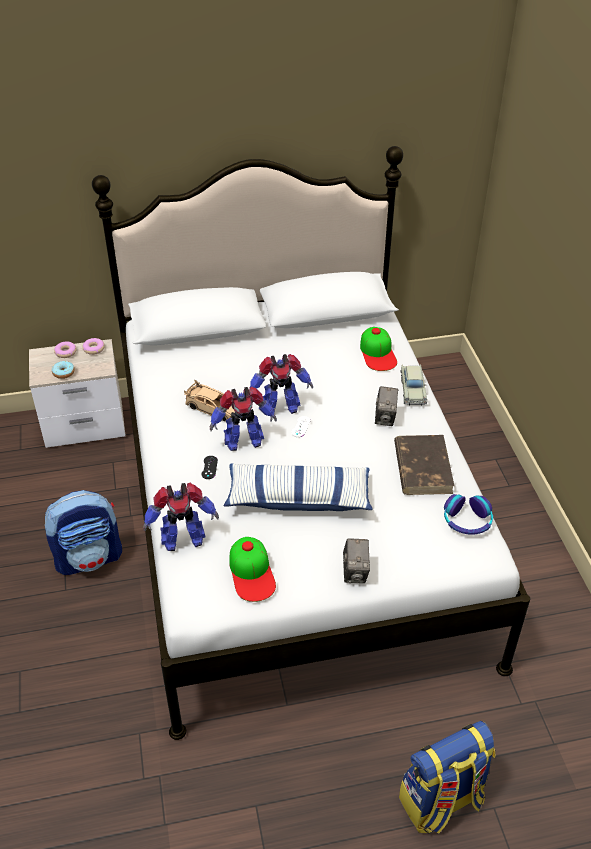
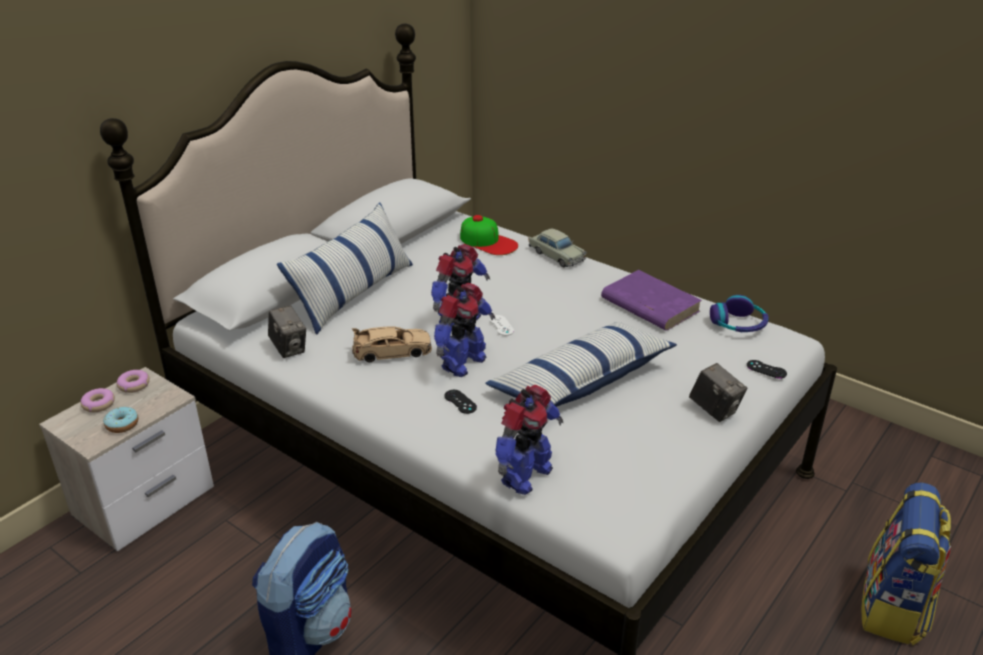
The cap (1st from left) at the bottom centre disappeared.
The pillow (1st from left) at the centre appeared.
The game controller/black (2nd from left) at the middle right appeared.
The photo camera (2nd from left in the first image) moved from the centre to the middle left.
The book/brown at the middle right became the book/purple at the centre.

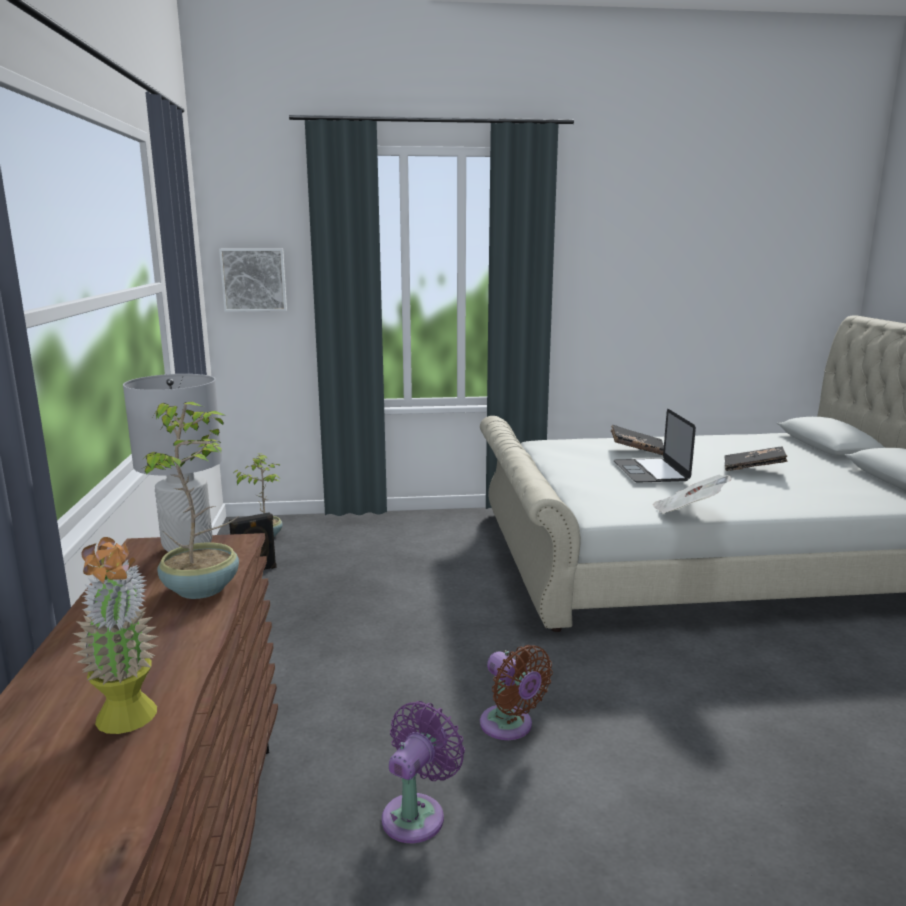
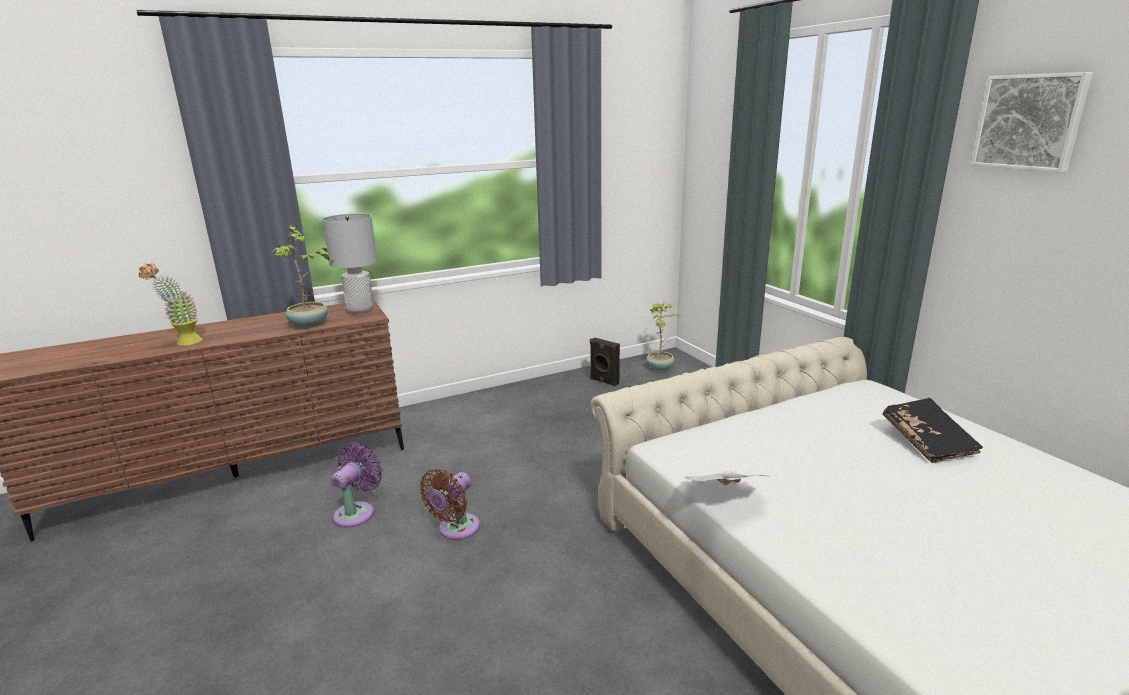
The laptop at the middle right disappeared.
The book/black (2nd from left) at the middle right disappeared.
The picture moved from the top left to the top right.
The fan/purple at the bottom centre turned 75 degrees counterclockwise.

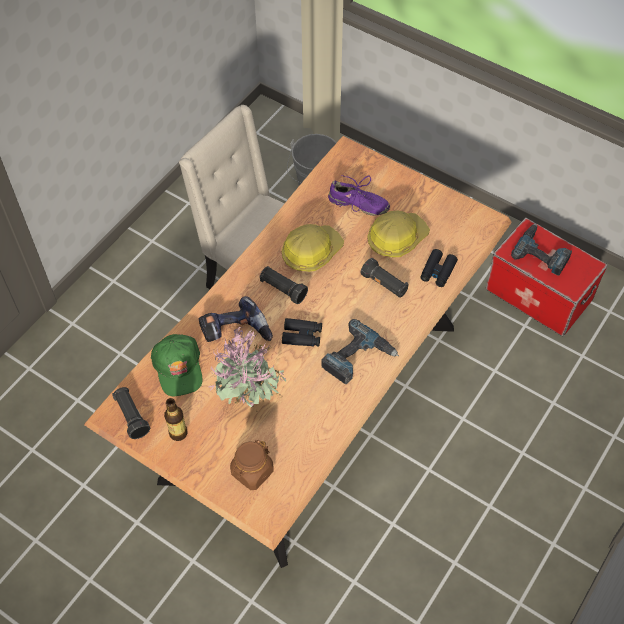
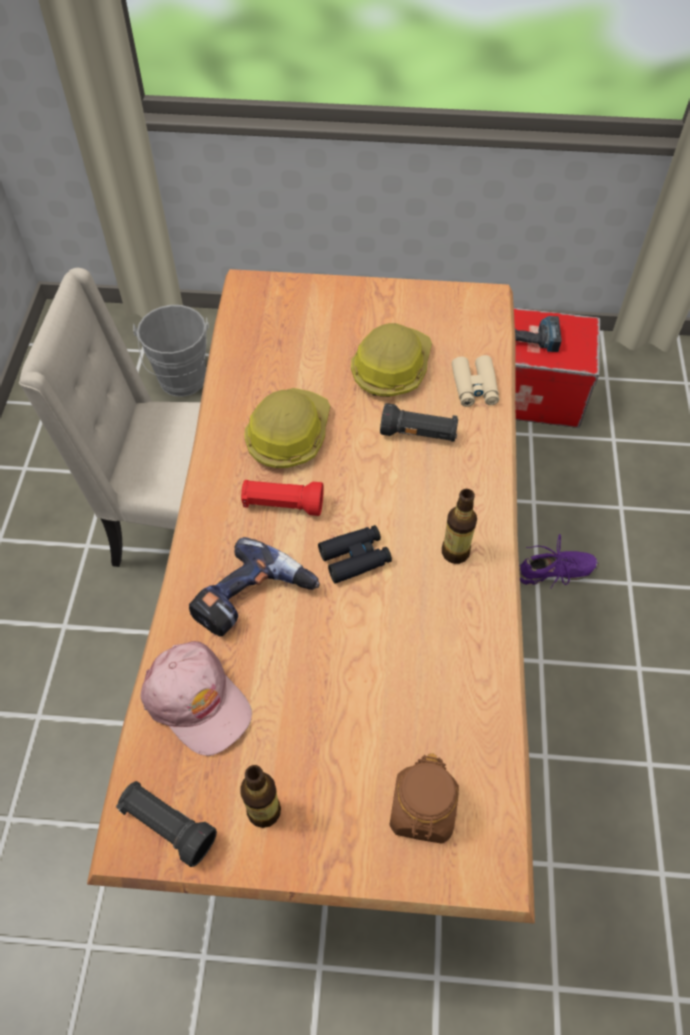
The potted plant at the centre disappeared.
The shoe/purple moved from the top centre to the middle right.
The power drill (2nd from left) at the centre was replaced by the bottle (2nd from left) at the centre.
The cap/green at the middle left became the cap/pink at the bottom left.
The flashlight/black (2nd from left) at the centre became the flashlight/red at the centre.
The binoculars/black (2nd from left) at the middle right became the binoculars/beige at the middle right.

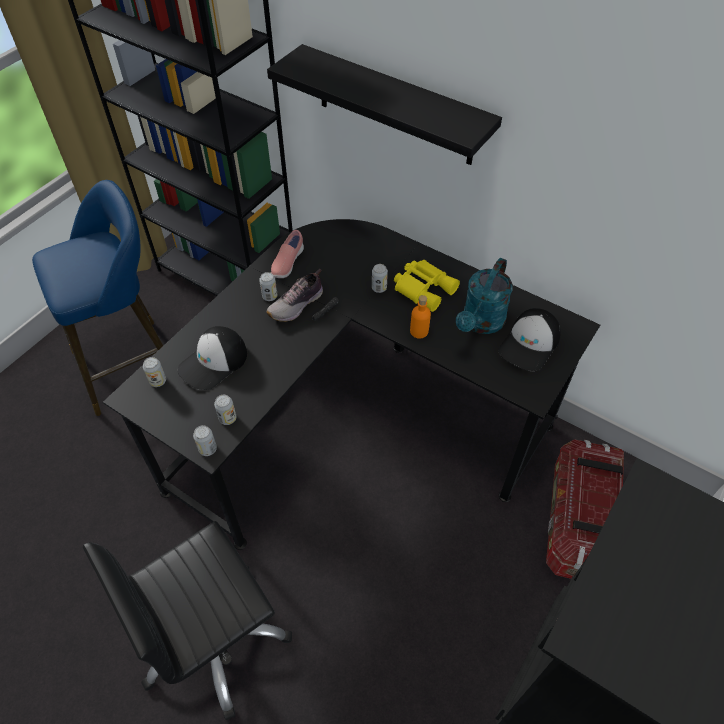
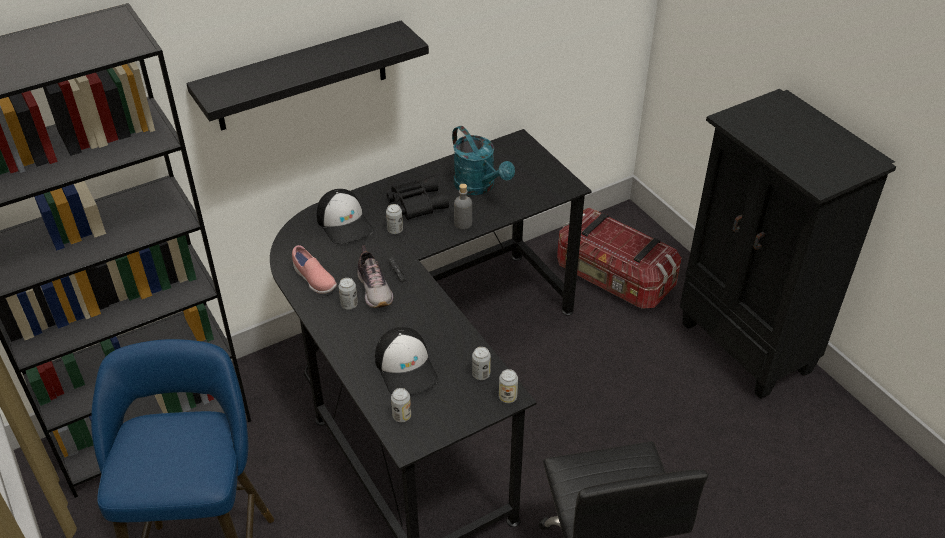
The cap (2nd from left in the first image) moved from the middle right to the centre.
The binoculars/yellow at the centre became the binoculars/black at the centre.
The bottle/orange at the centre became the bottle/grey at the centre.

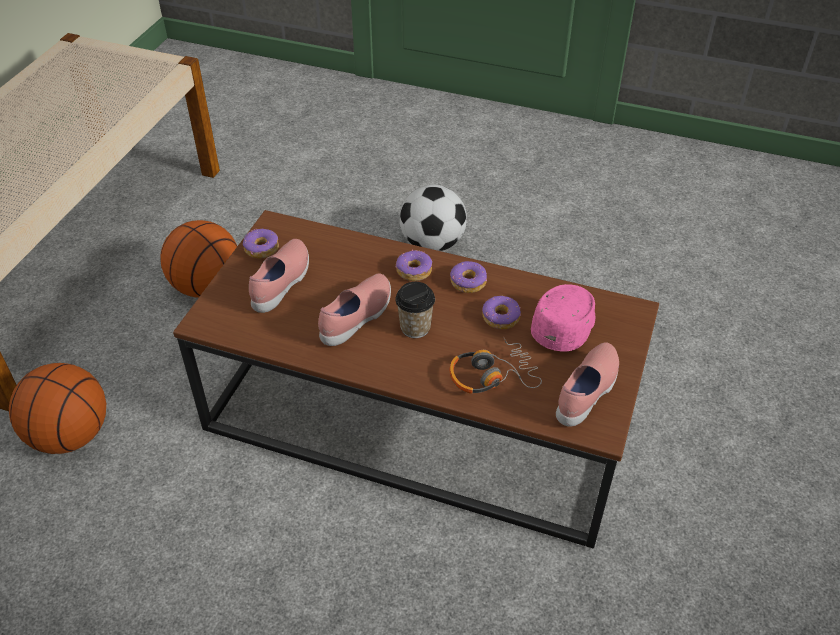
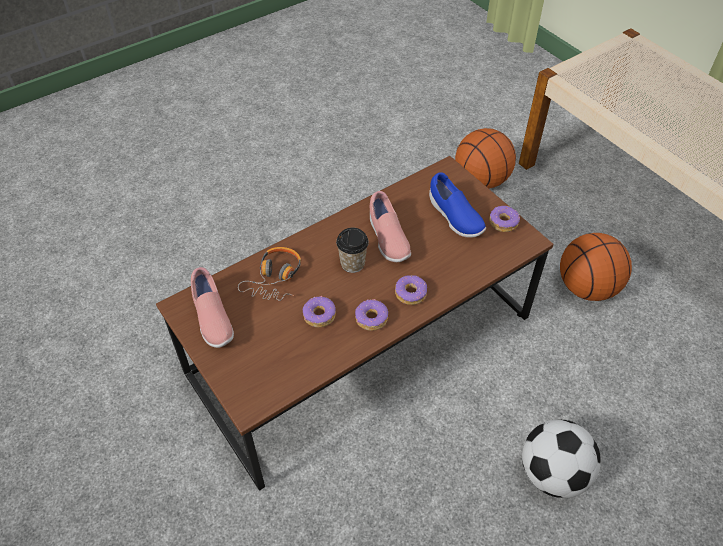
The cap/pink at the middle right disappeared.
The shoe/pink (1st from left) at the middle left became the shoe/blue at the centre.

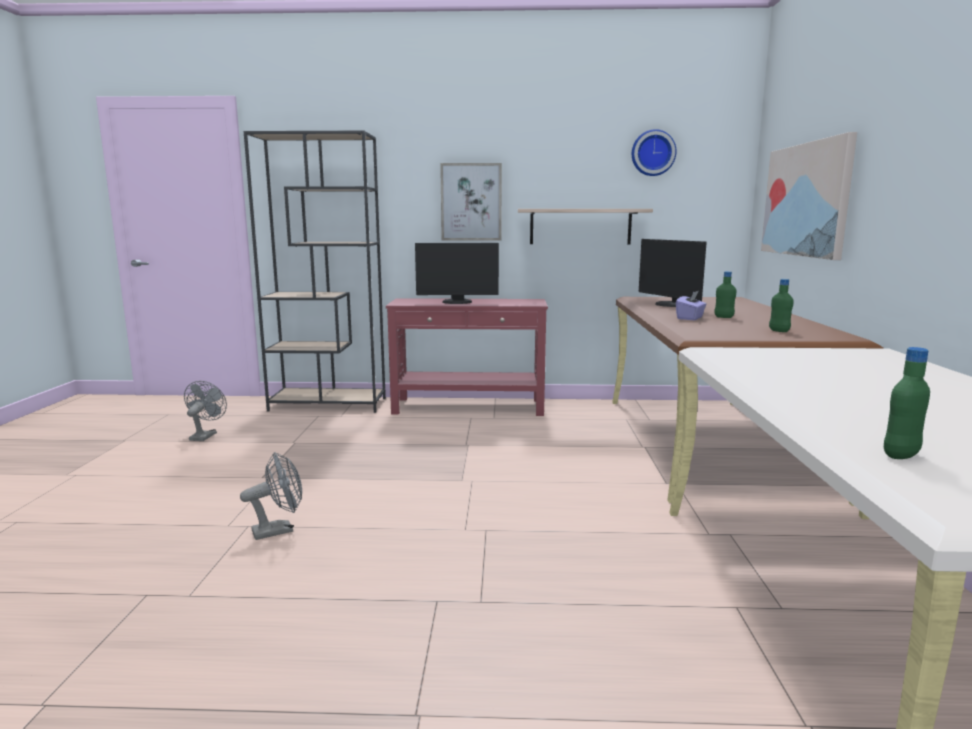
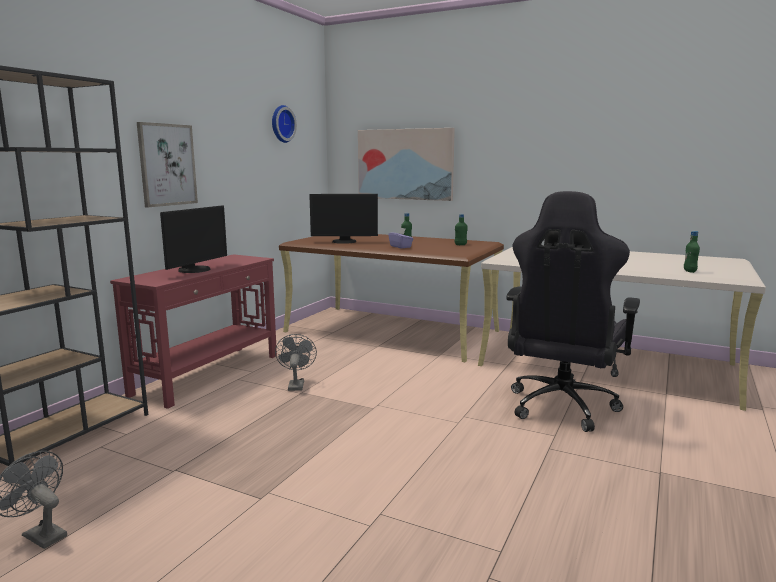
The shelf at the top centre disappeared.
The office chair/black at the middle right appeared.
The fan/grey (2nd from left) moved from the bottom left to the centre.

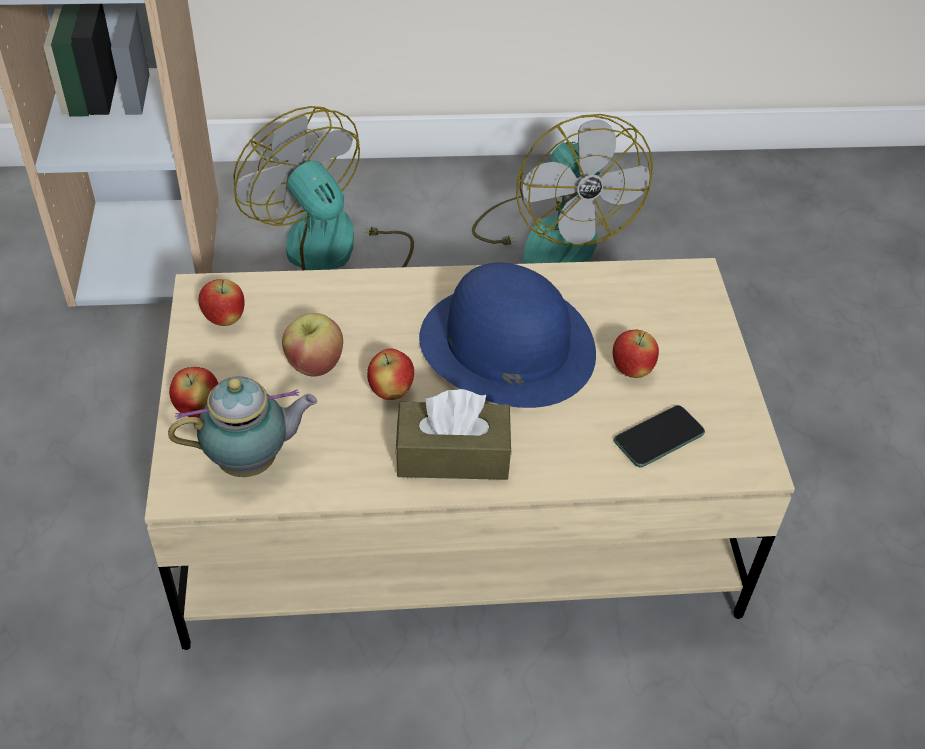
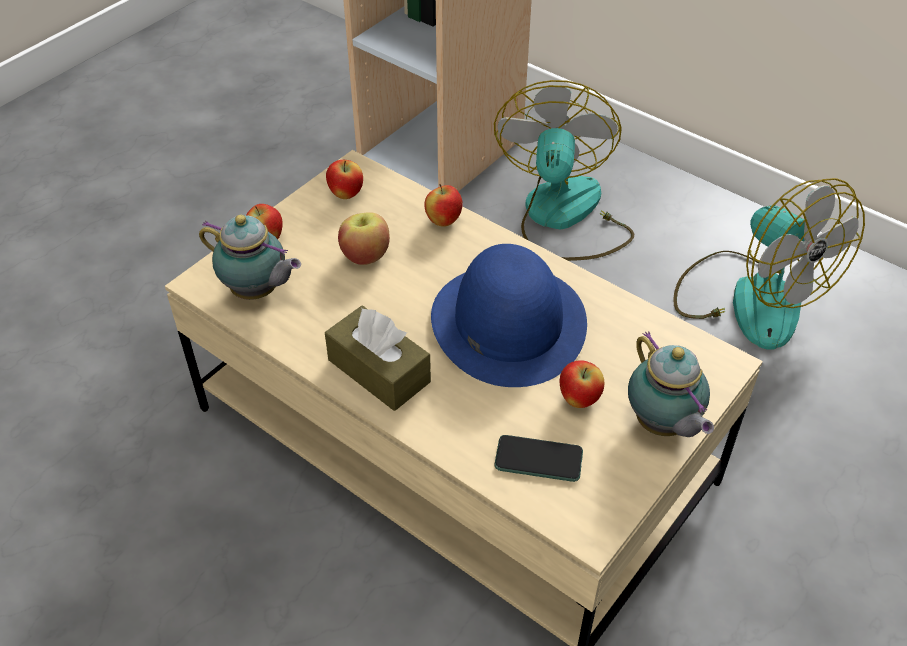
The teapot (2nd from left) at the middle right appeared.
The apple (4th from left) moved from the centre to the top centre.
The fan (2nd from left) at the top centre turned 60 degrees counterclockwise.

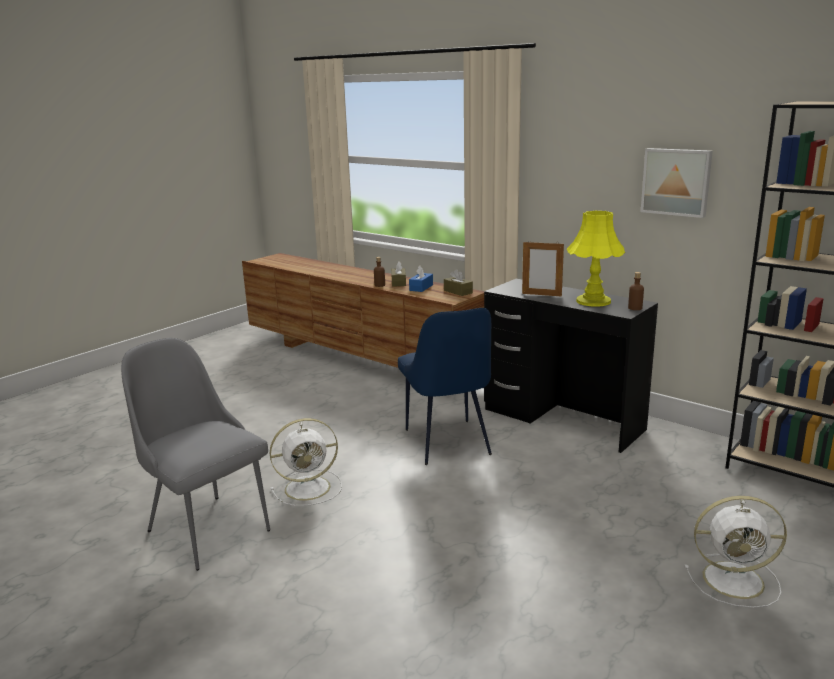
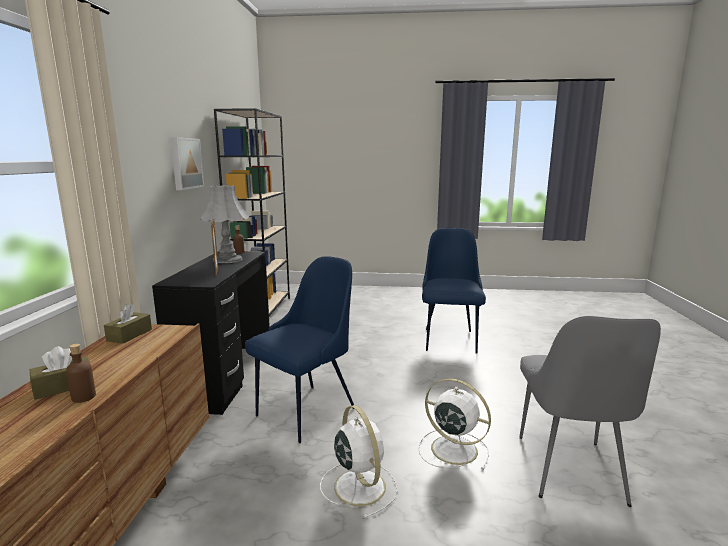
The tissue box/blue at the centre disappeared.
The chair/blue (2nd from left) at the centre appeared.
The fan/white (2nd from left in the first image) moved from the bottom right to the bottom centre.
The table lamp/yellow at the middle right became the table lamp/grey at the middle left.

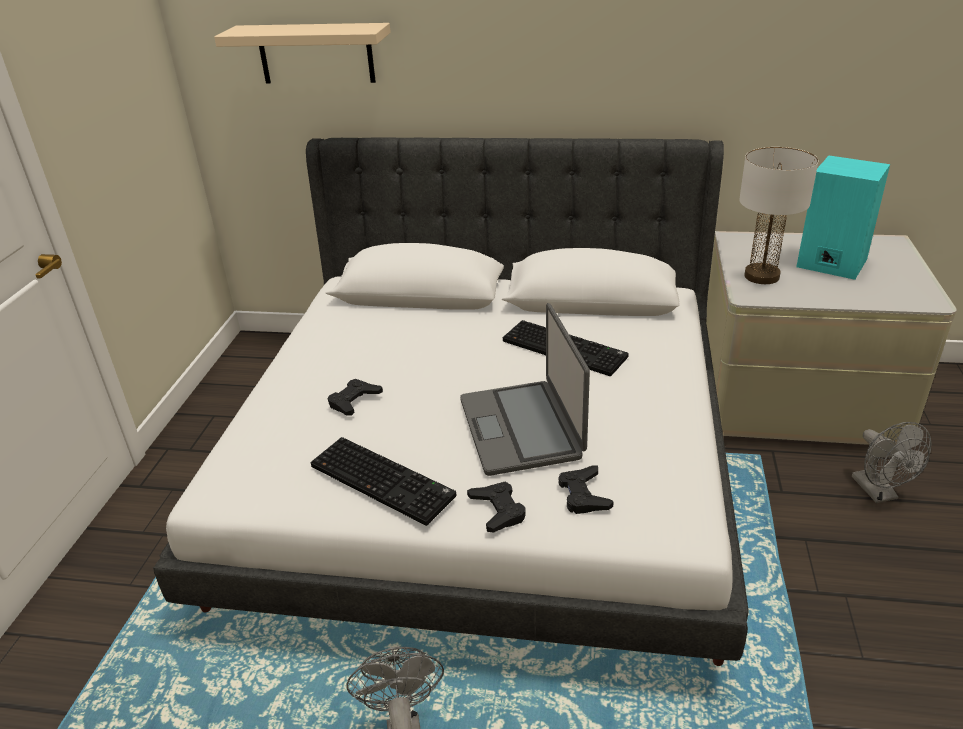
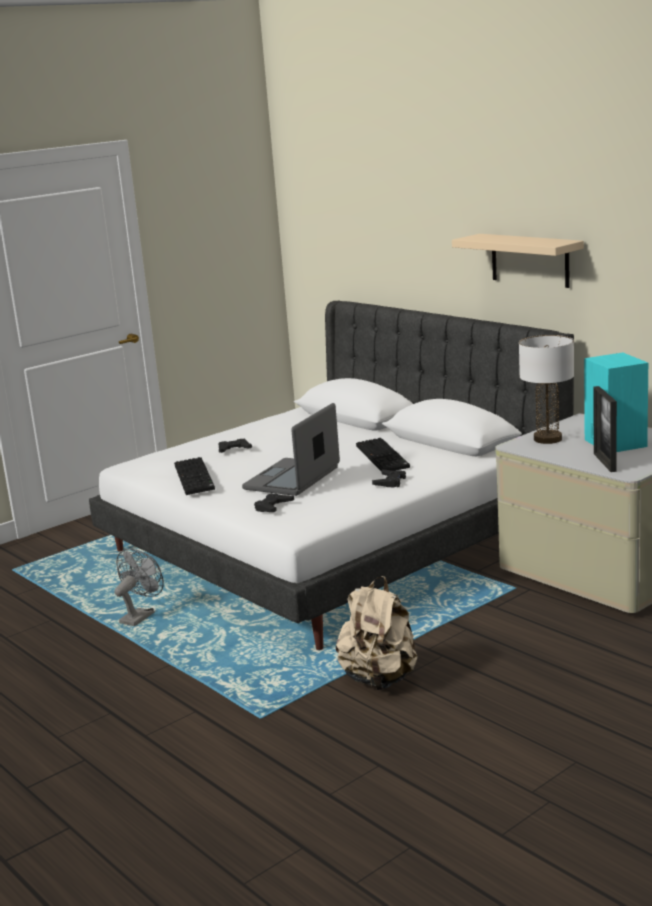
The fan/grey (2nd from left) at the middle right disappeared.
The backpack/beige at the bottom centre appeared.
The picture frame at the middle right appeared.
The shelf/beige moved from the top left to the top right.
The game controller/black (2nd from left in the first image) moved from the bottom centre to the centre.

